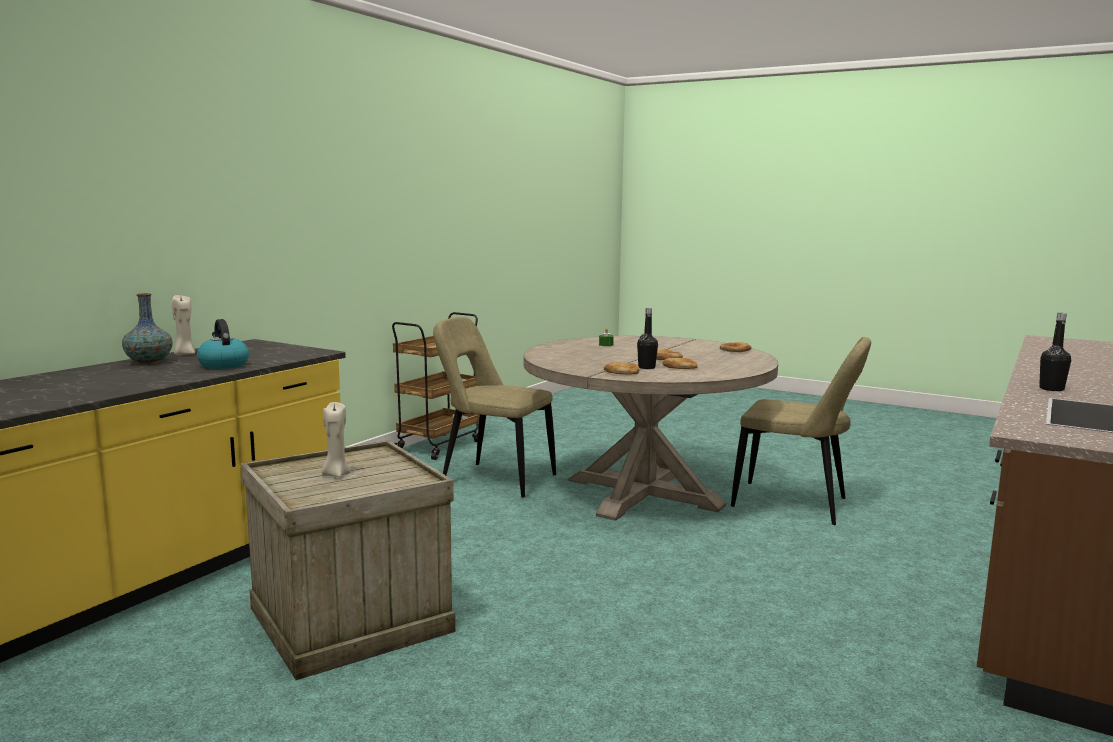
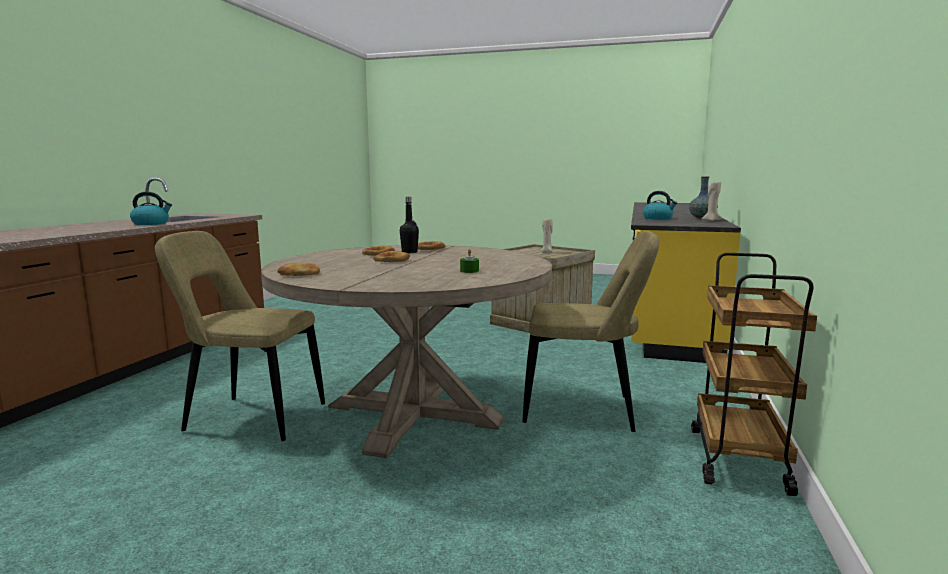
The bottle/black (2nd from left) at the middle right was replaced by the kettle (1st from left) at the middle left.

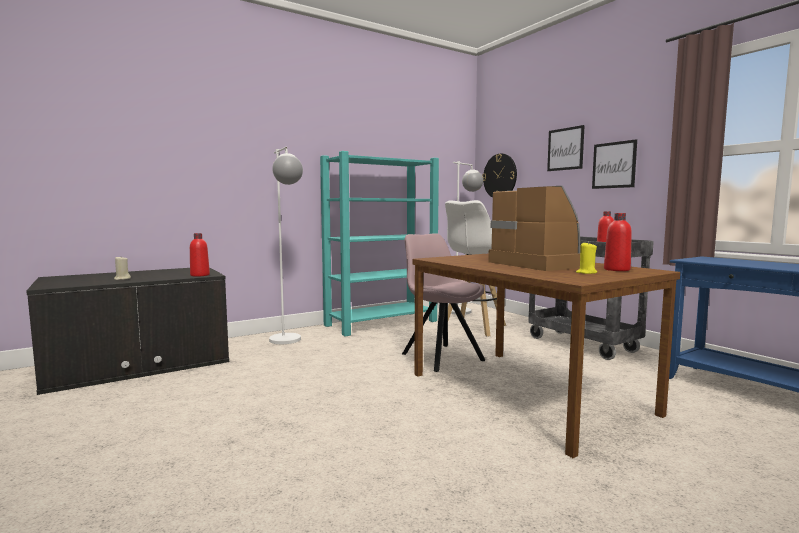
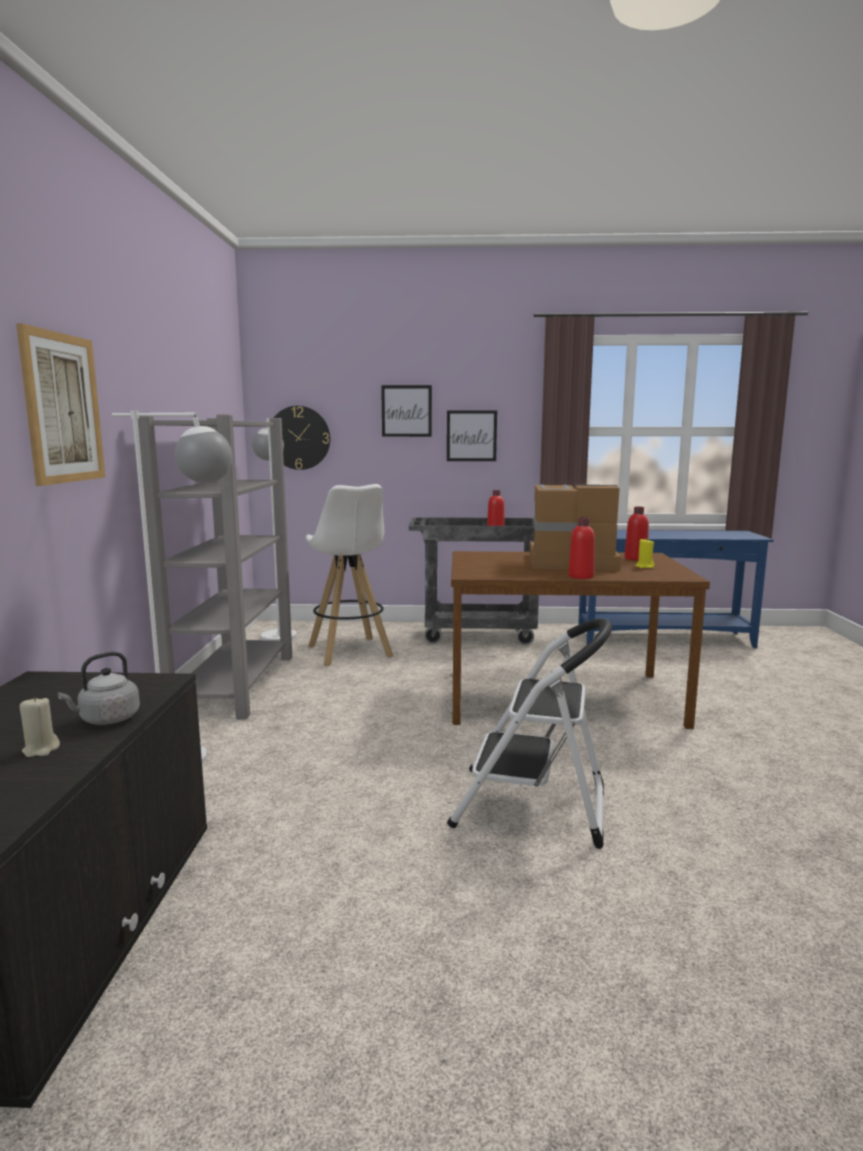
The chair/pink at the centre disappeared.
The picture (1st from left) at the middle left appeared.
The kettle/grey at the middle left appeared.
The step ladder at the centre appeared.
The bottle/red (1st from left in the first image) moved from the middle left to the middle right.
The bookcase/turquoise at the centre became the bookcase/grey at the middle left.

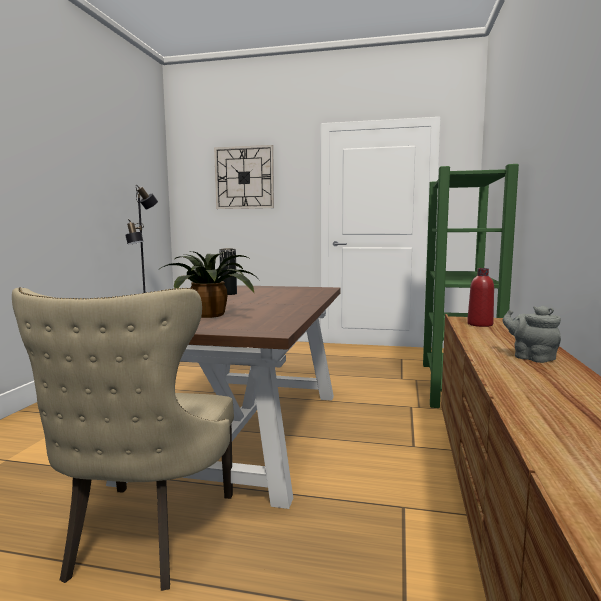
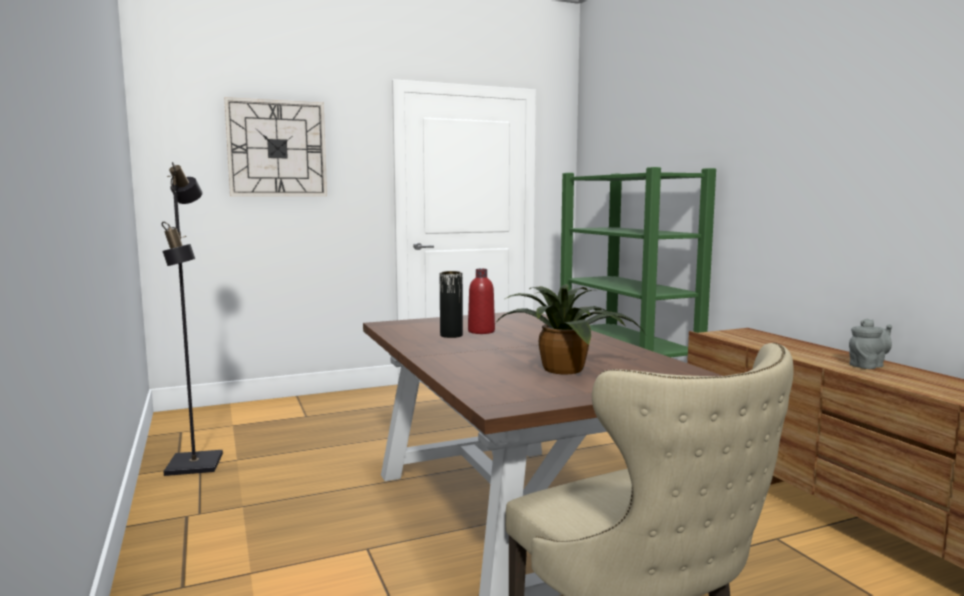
The bottle/red moved from the middle right to the centre.
The teapot/grey at the middle right turned 135 degrees clockwise.

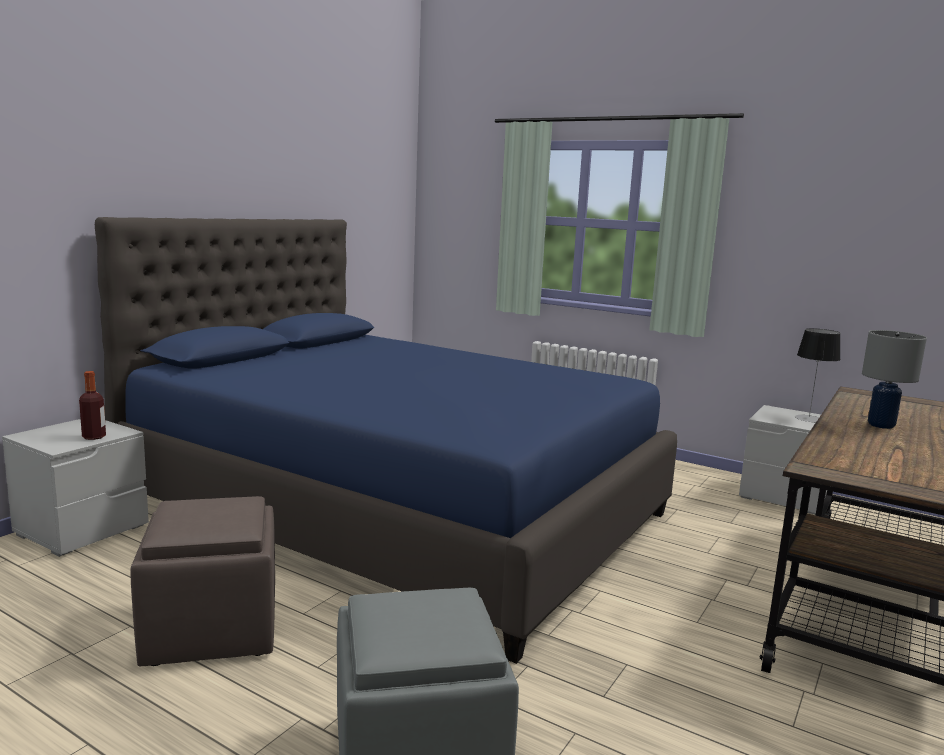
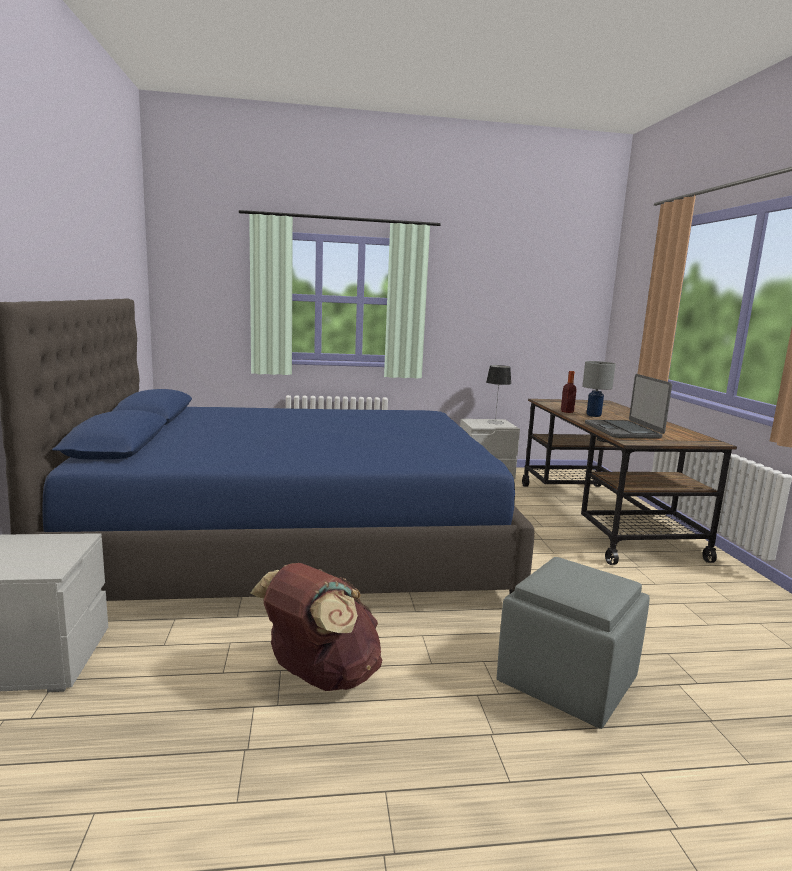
The laptop at the middle right appeared.
The bottle moved from the middle left to the middle right.
The ottoman/brown at the bottom left was replaced by the backpack/brown at the bottom centre.

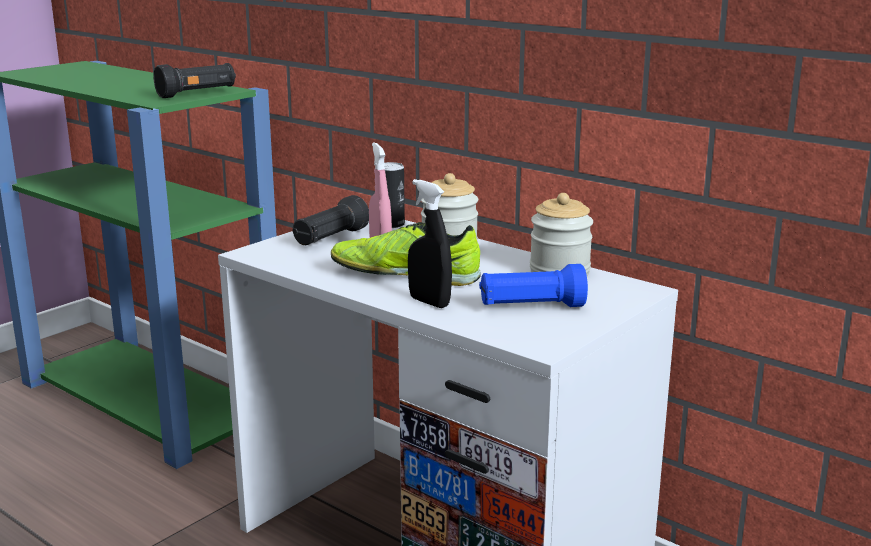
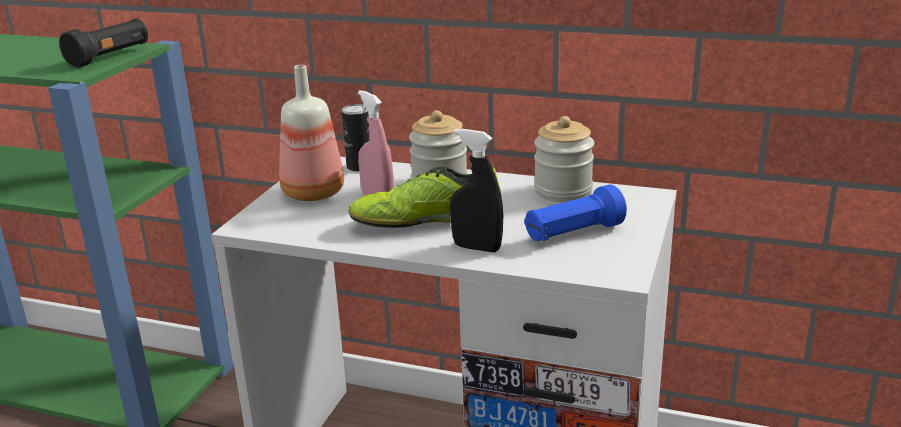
The flashlight/black (2nd from left) at the centre was replaced by the bottle at the top centre.

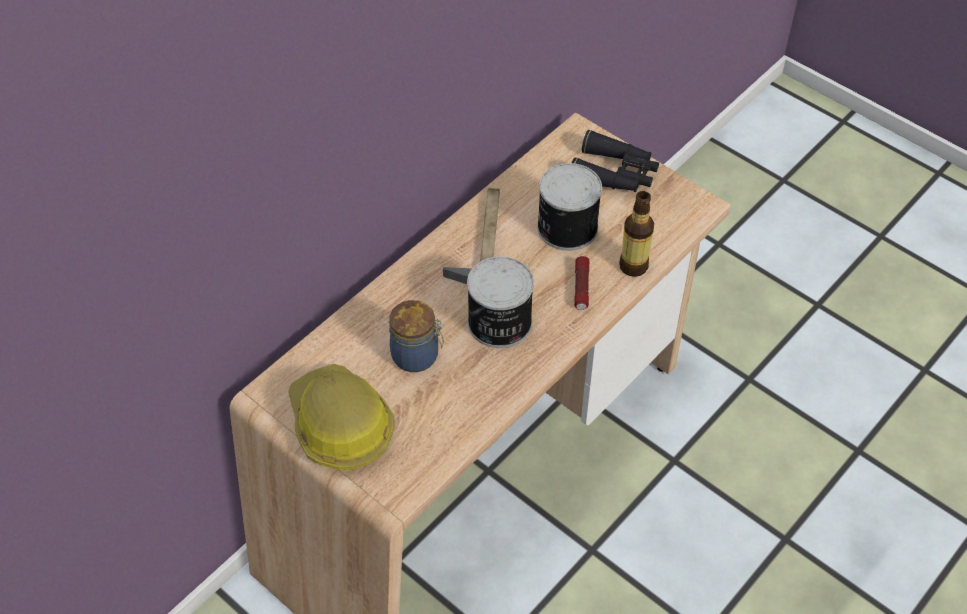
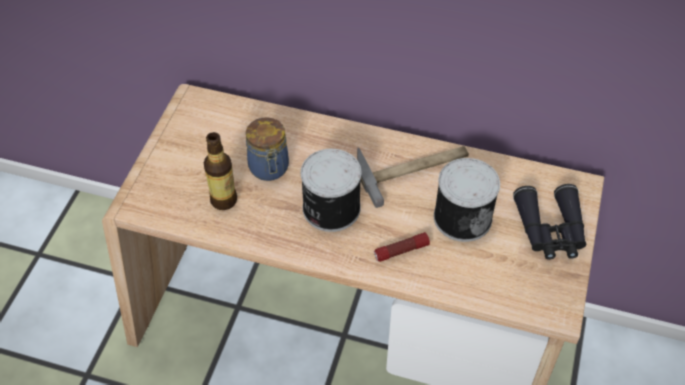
The hard hat at the bottom centre disappeared.
The bottle moved from the centre to the middle left.

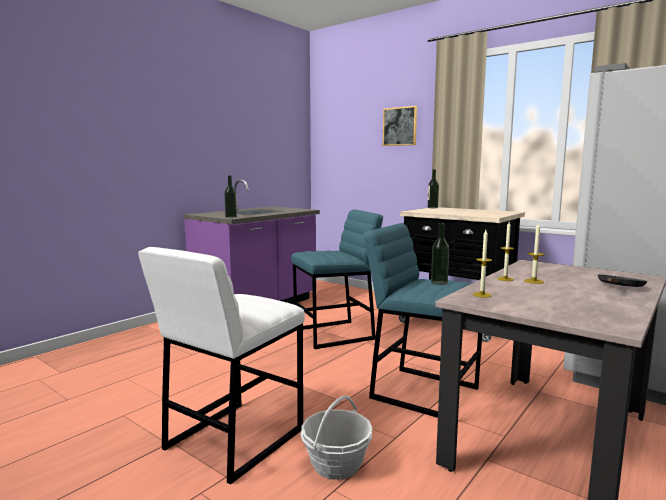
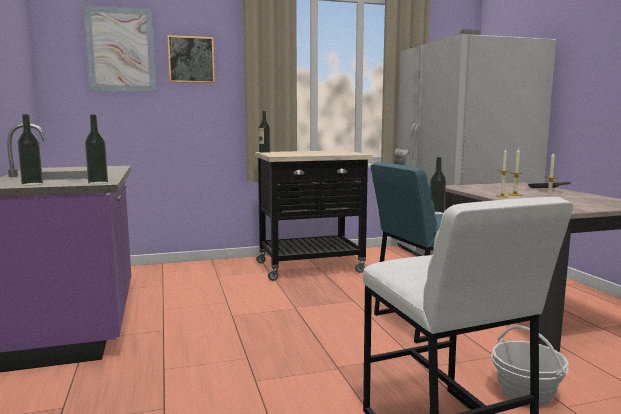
The stool/blue (1st from left) at the centre disappeared.
The bottle (1st from left) at the middle left appeared.
The picture (1st from left) at the top left appeared.

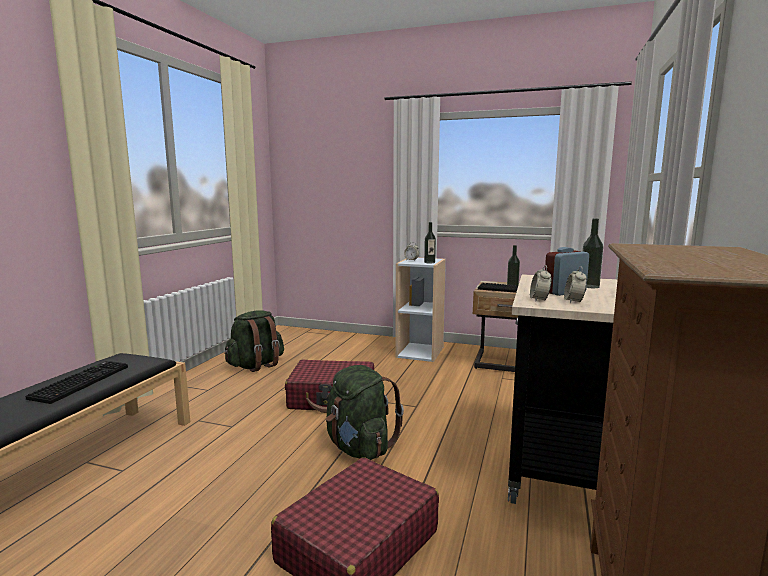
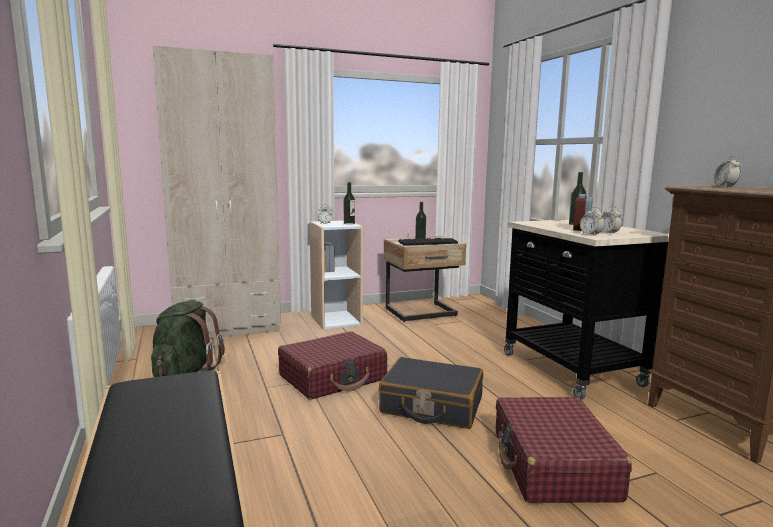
The keyboard (1st from left) at the middle left disappeared.
The wardrobe/beige at the middle left appeared.
The alarm clock (5th from left) at the top right appeared.
The backpack/green (2nd from left) at the bottom centre was replaced by the suitcase/black at the bottom centre.

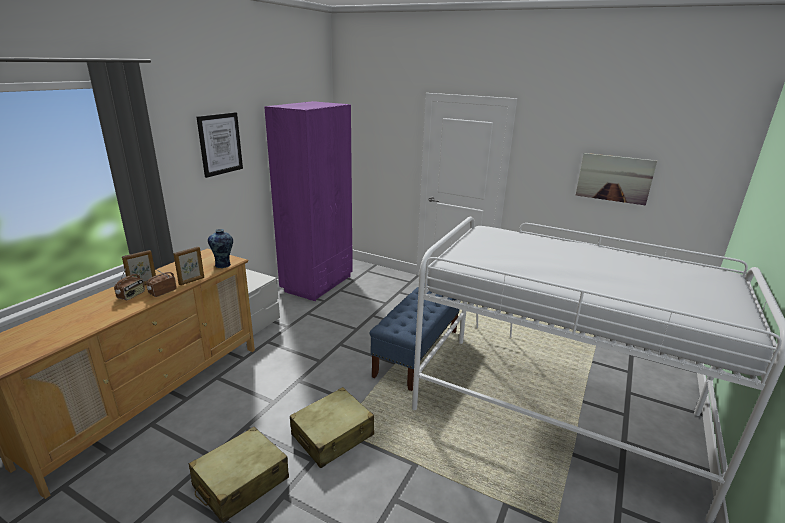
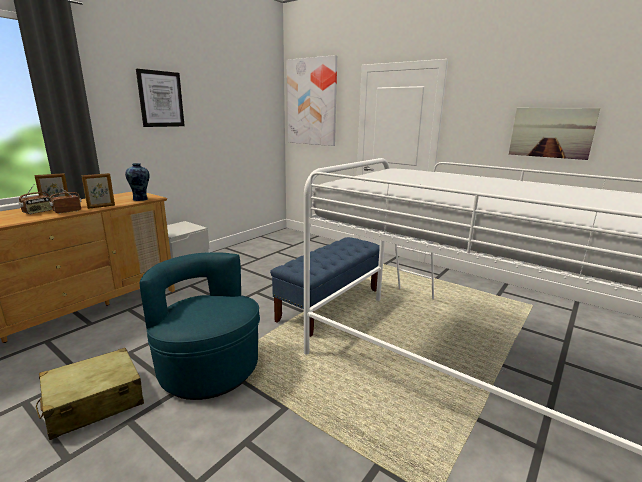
The wardrobe/purple at the centre disappeared.
The picture (2nd from left) at the top centre appeared.
The suitcase/beige (2nd from left) at the bottom centre was replaced by the armchair/turquoise at the bottom left.

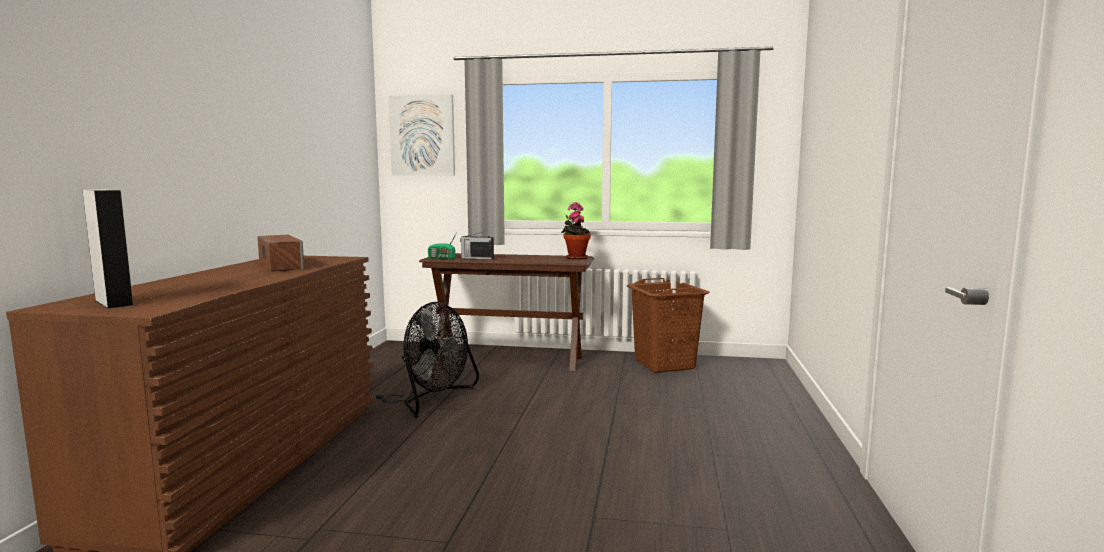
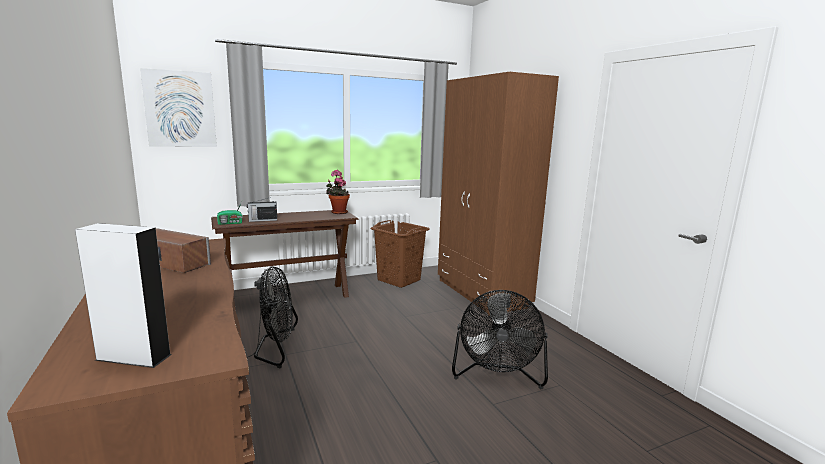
The wardrobe/brown at the centre appeared.
The fan/black (2nd from left) at the bottom centre appeared.

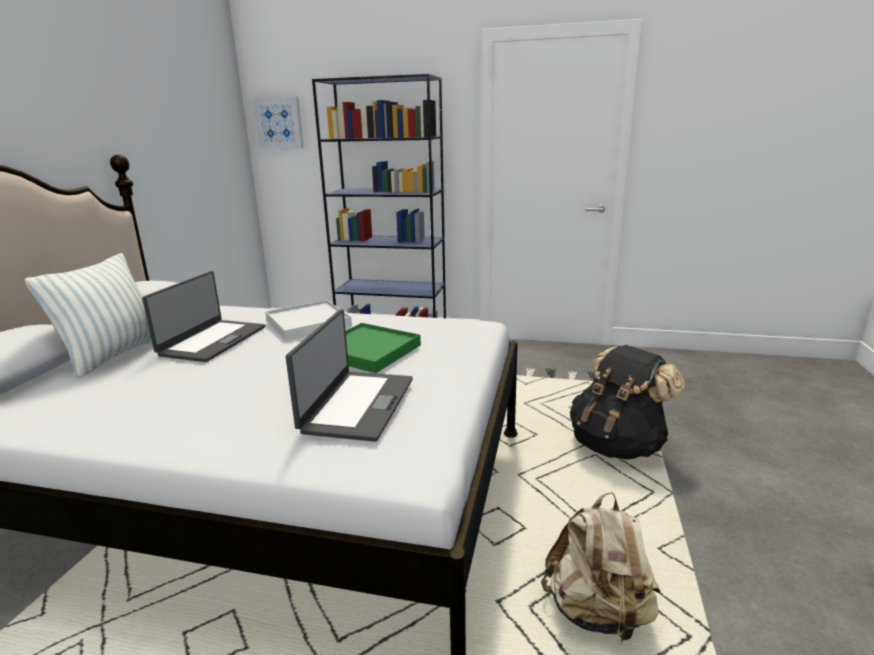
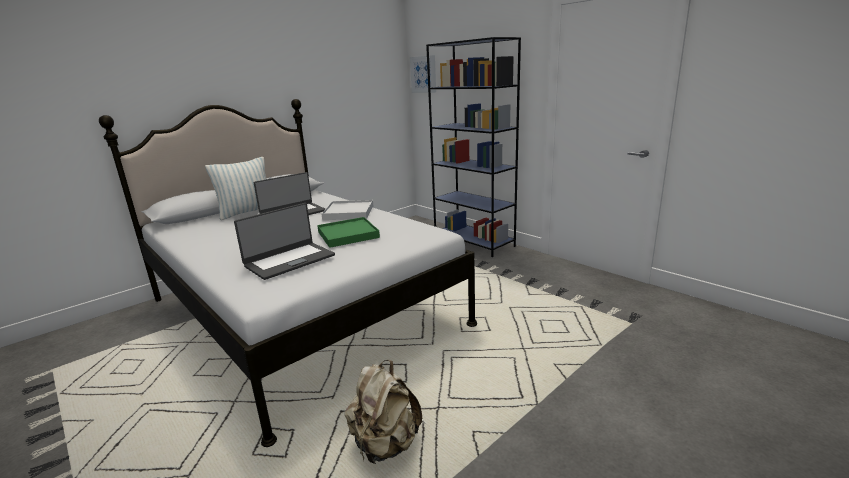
The backpack/black at the middle right disappeared.

